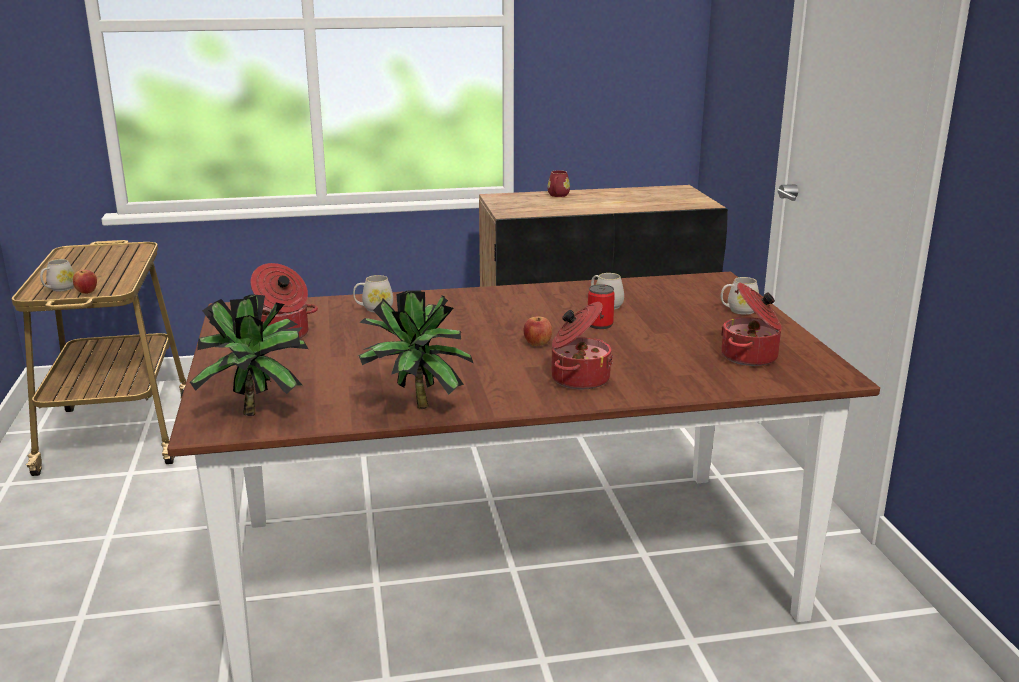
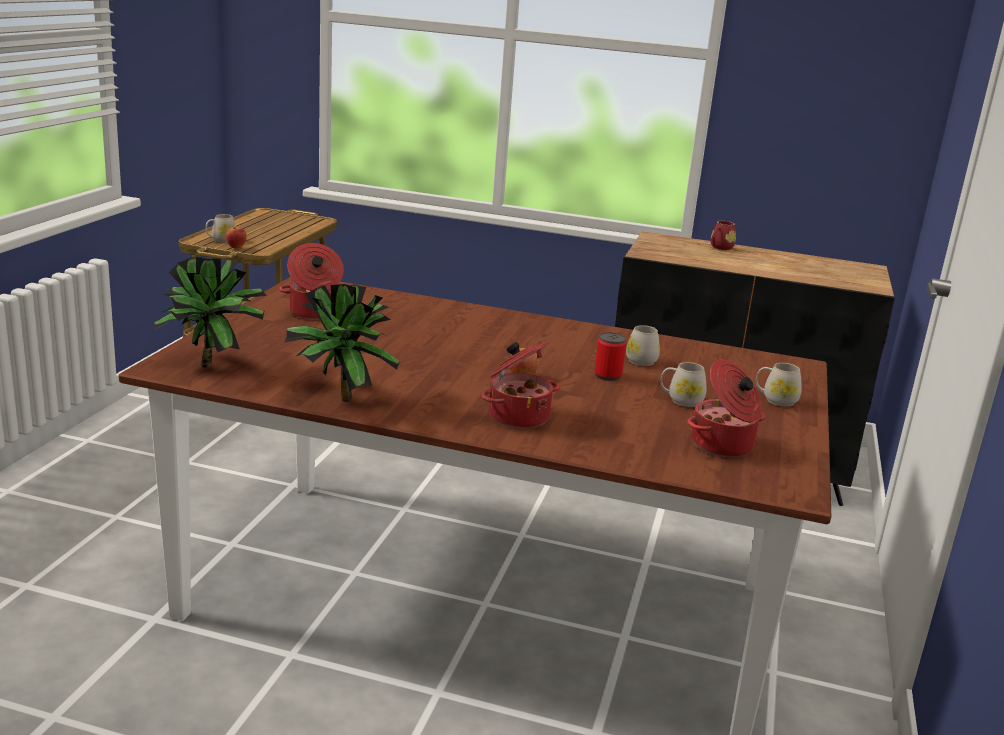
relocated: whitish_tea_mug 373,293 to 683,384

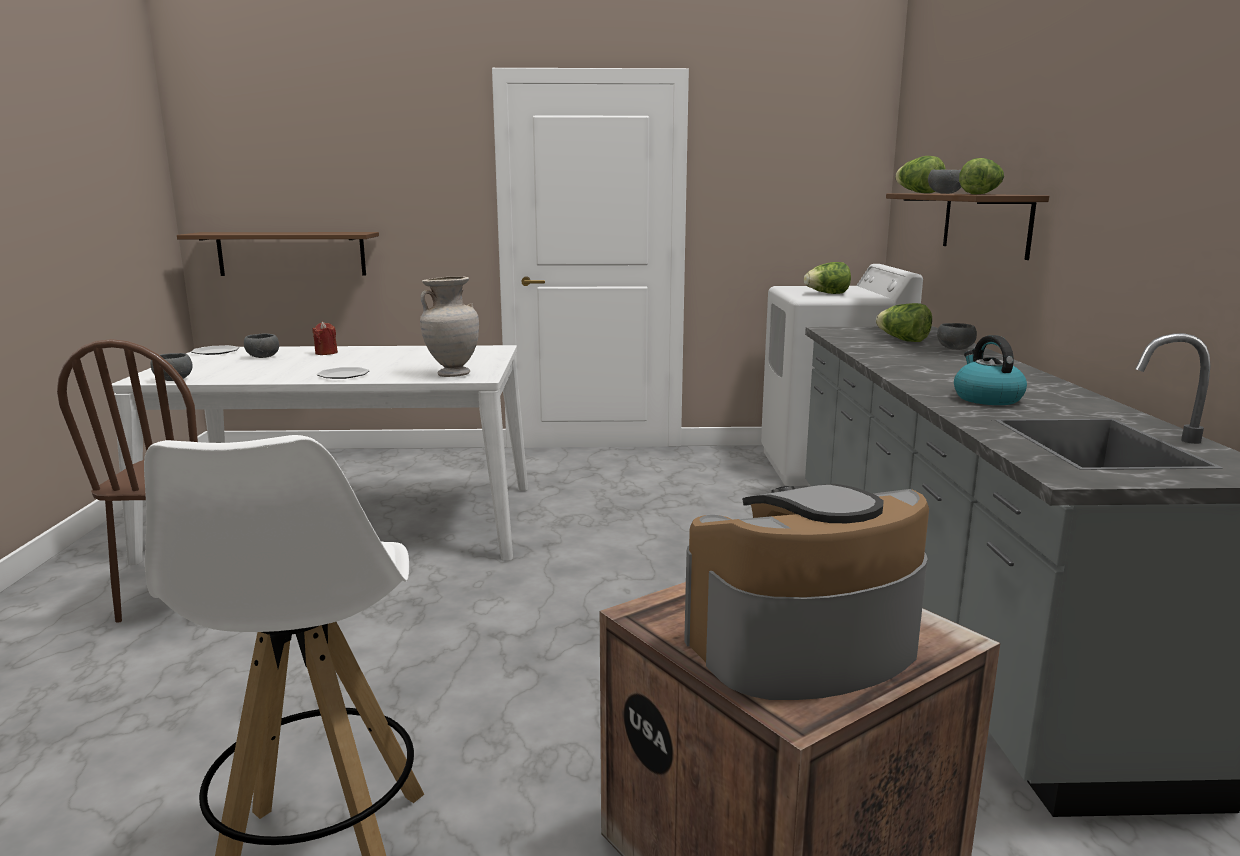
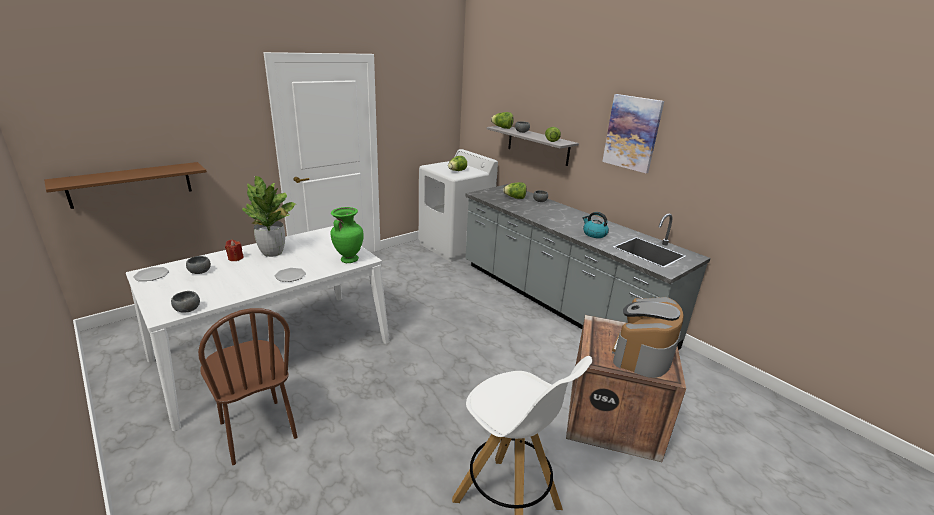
appeared: plant_in_a_pot 268,216; picture 633,133
colour: sand-coloured_decorative_vase 449,326 to green-coloured_decorative_vase 347,235; brown_shelf 967,227 to greyish_shelf 533,146

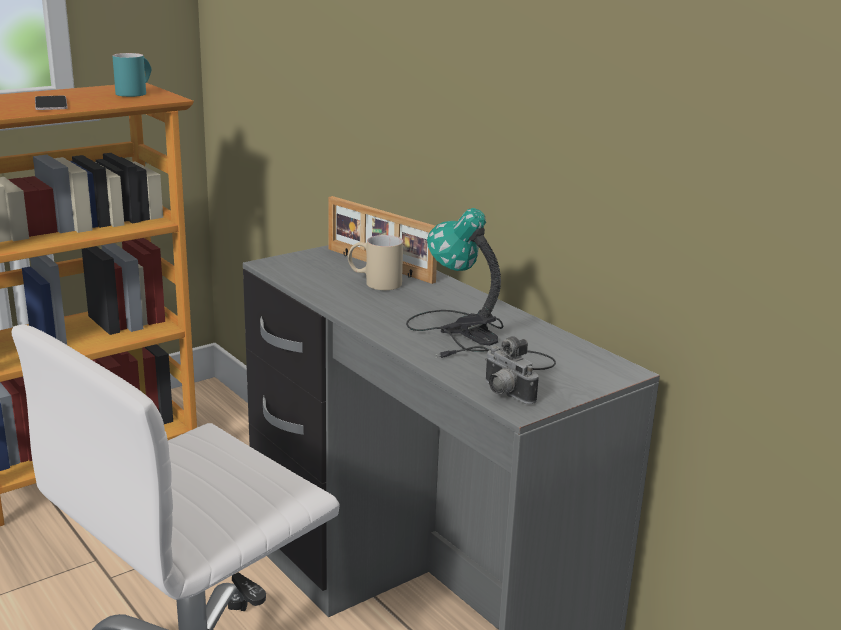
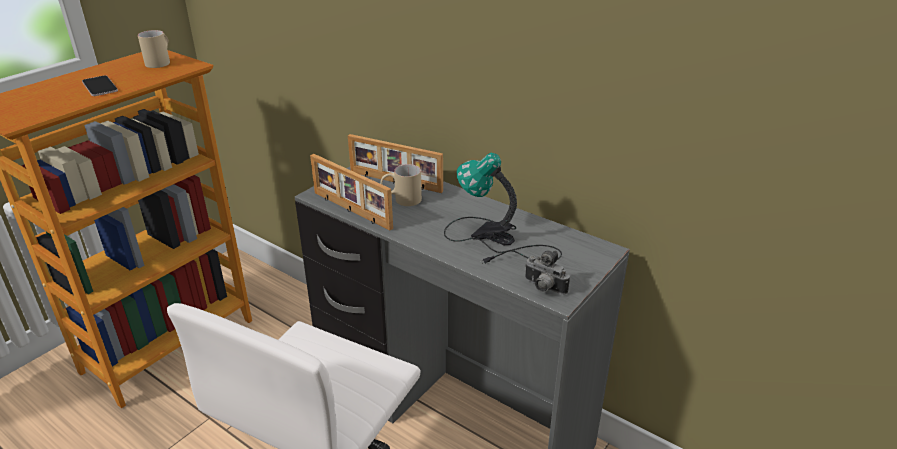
appeared: picture_frame 351,192
colour: turquoise_tea_mug 132,75 to sand-coloured_tea_mug 154,49

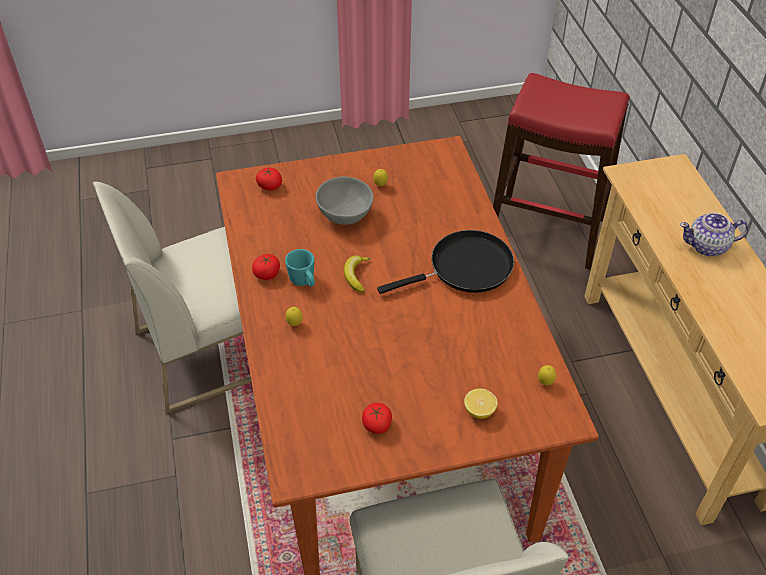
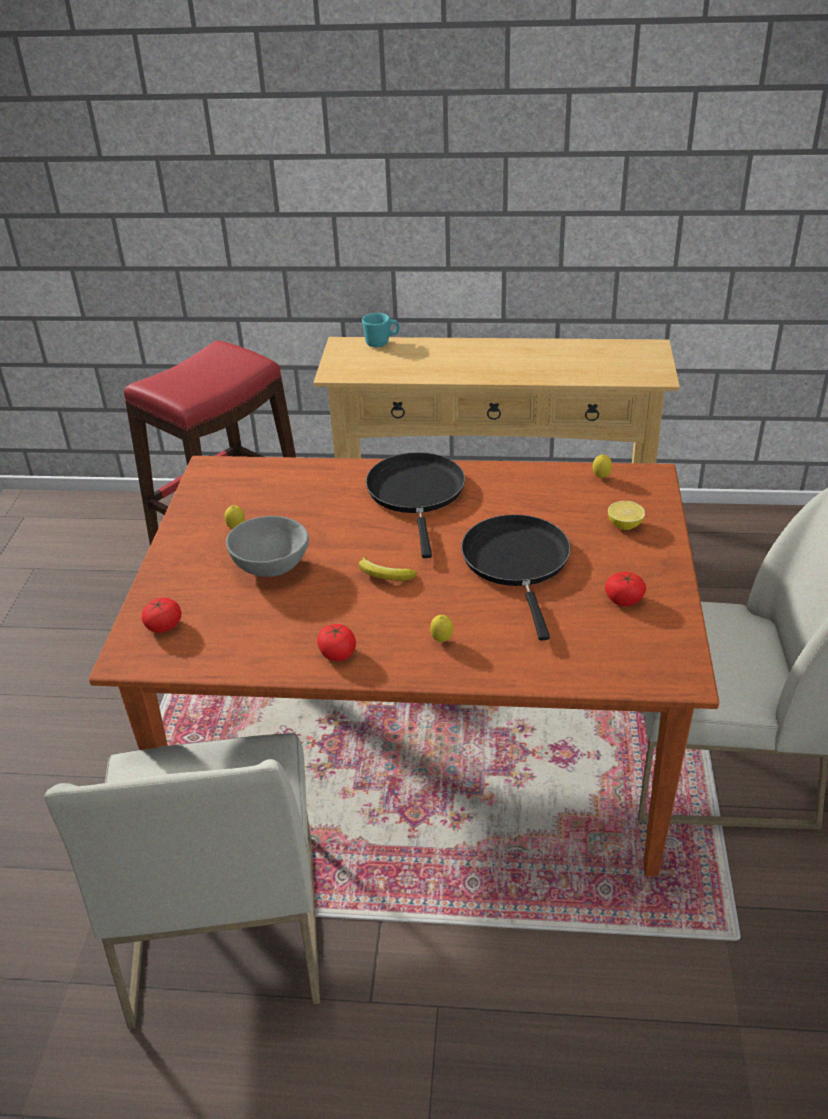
missing: teapot 714,234
appeared: black_frying_pan 515,577
relocated: turquoise_tea_mug 300,268 to 380,330

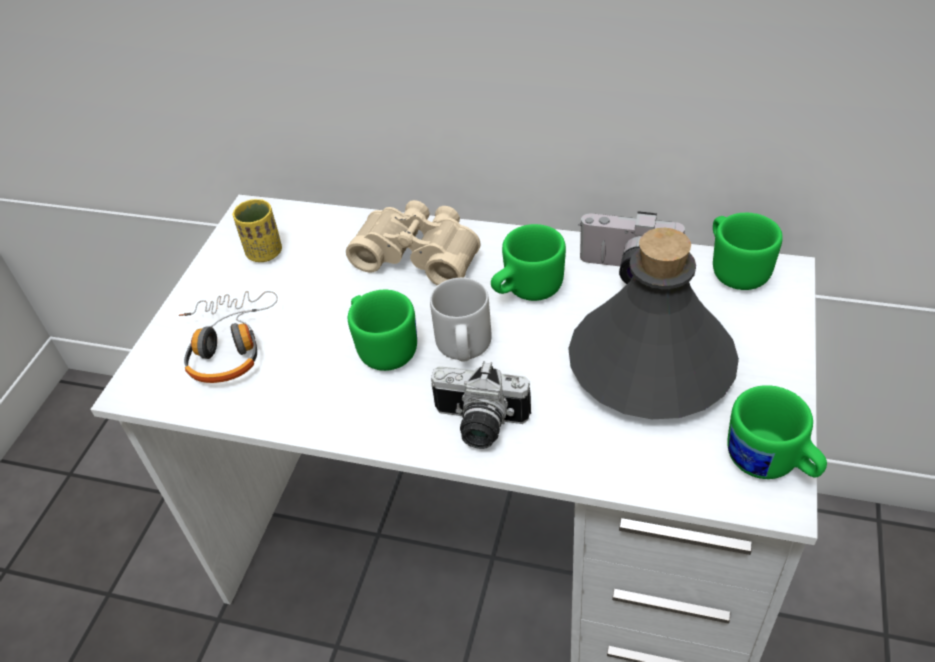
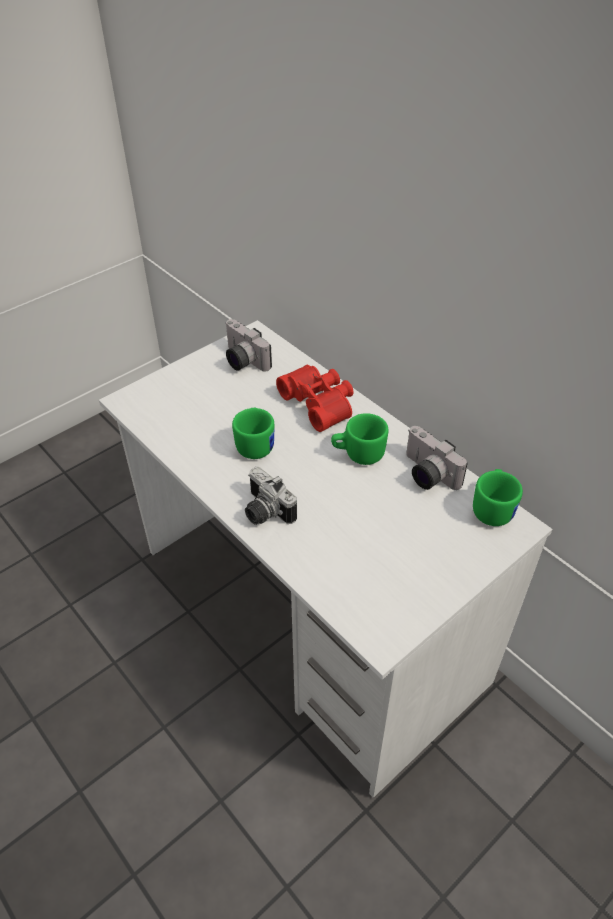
missing: pair_of_headphones 228,337; greyish_tea_mug 461,320; greyish_drink_bottle 653,323; green-coloured_tea_mug 777,432
exchanged: yellowish_drinking_cup 257,230 to photo_camera 249,345
colour: sand-coloured_binoculars 413,243 to reddish_binoculars 315,398

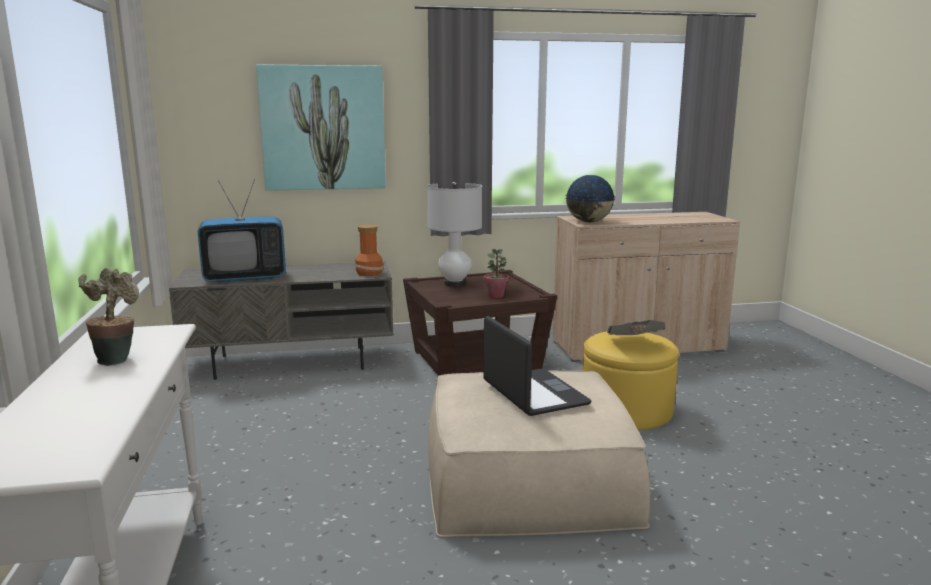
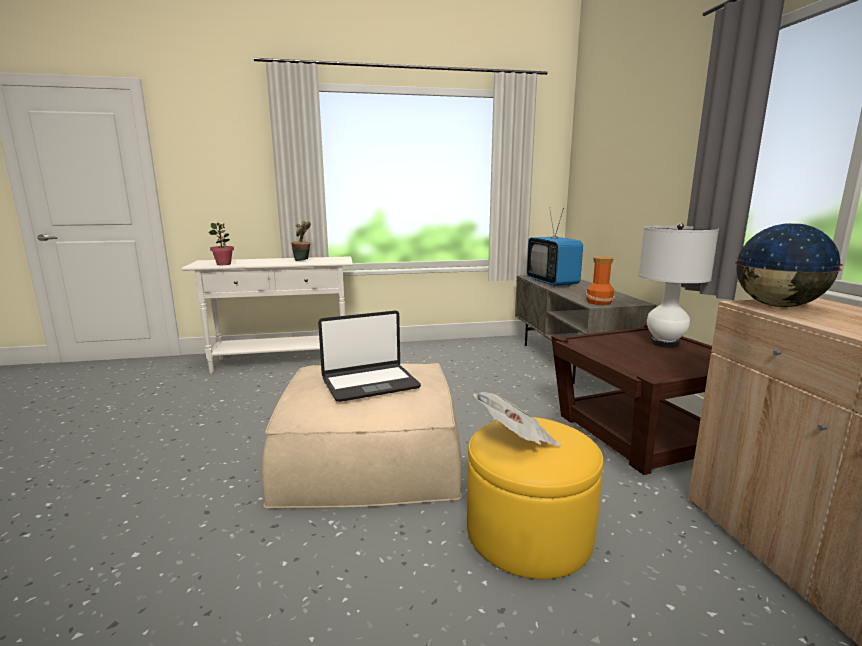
missing: picture 321,127
relocated: plant_in_a_pot 496,273 to 221,243

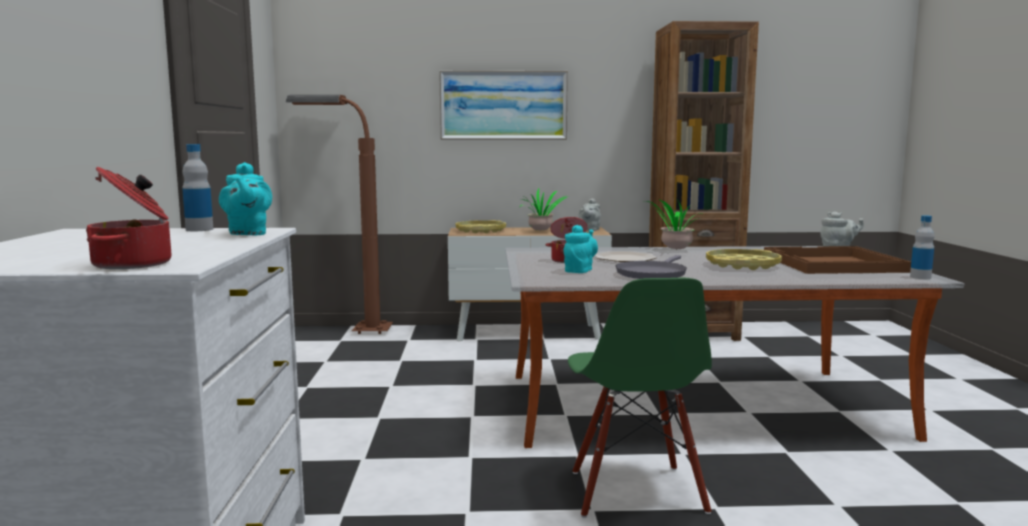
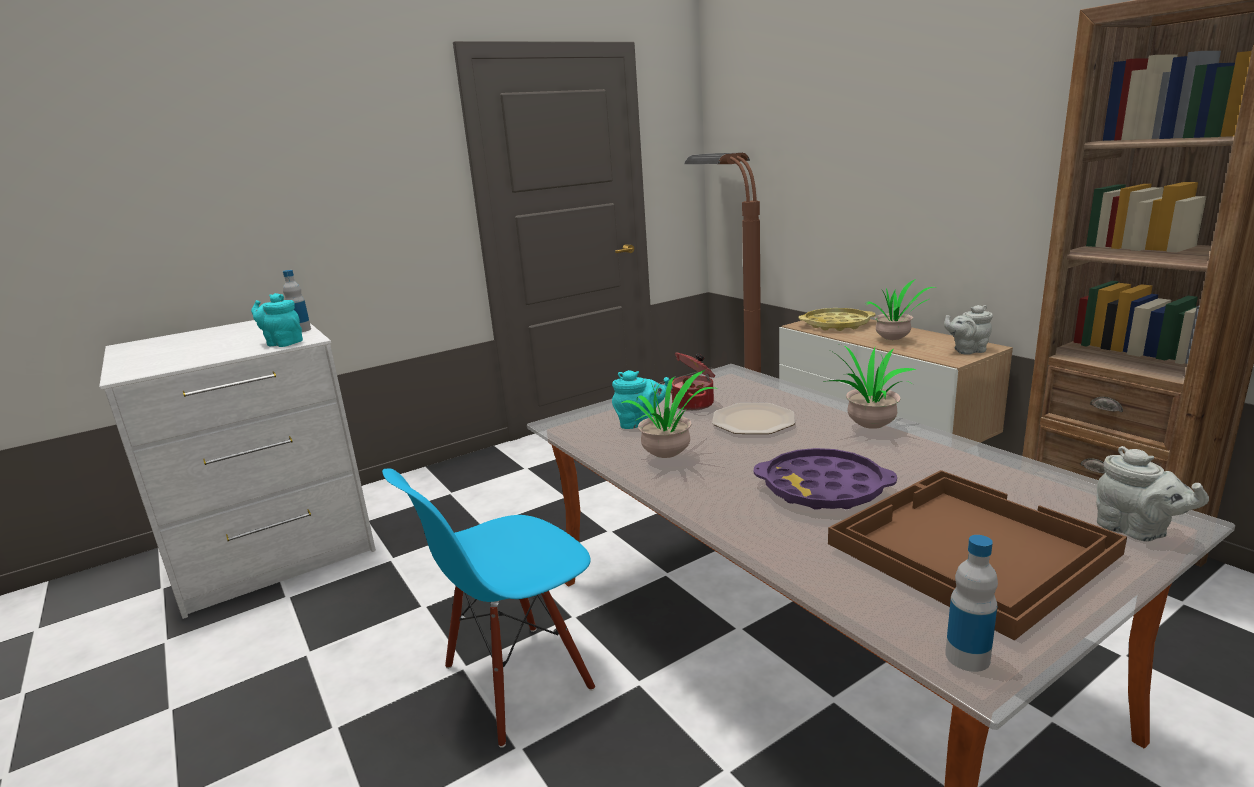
missing: saucepot 129,218; picture 503,105
exchanged: greyish_frying_pan 651,267 to plant_in_a_pot 670,414
colour: green-coloured_upright_chair 640,398 to bluish_upright_chair 488,608; yellowish_serving_tray 744,259 to purplish_serving_tray 825,479
spun: turquoise_teapot 245,198 = 277,320 75 degrees clockwise

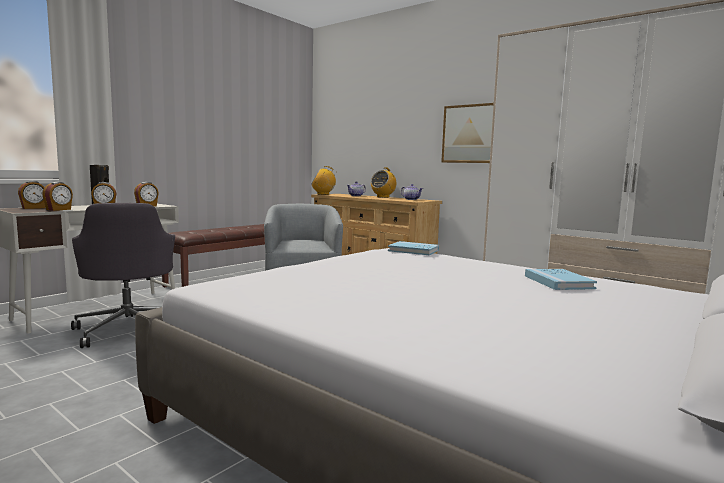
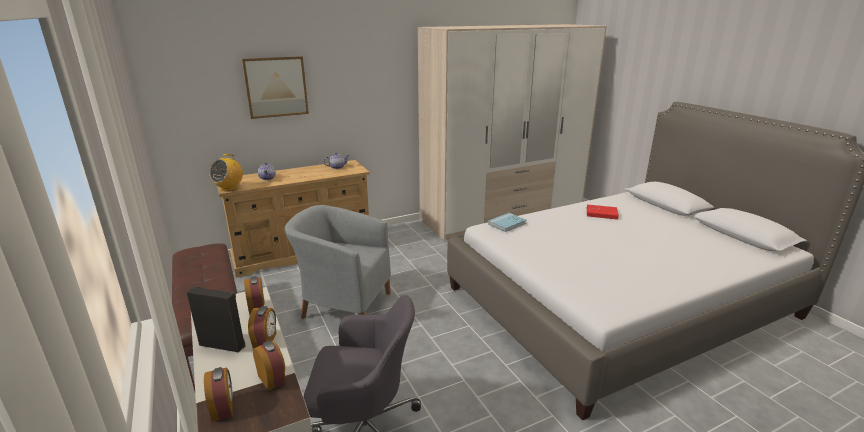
missing: radio_receiver 384,182
relocated: picture 467,133 to 275,87
colour: bluish_bound_book 561,279 to reddish_bound_book 603,212

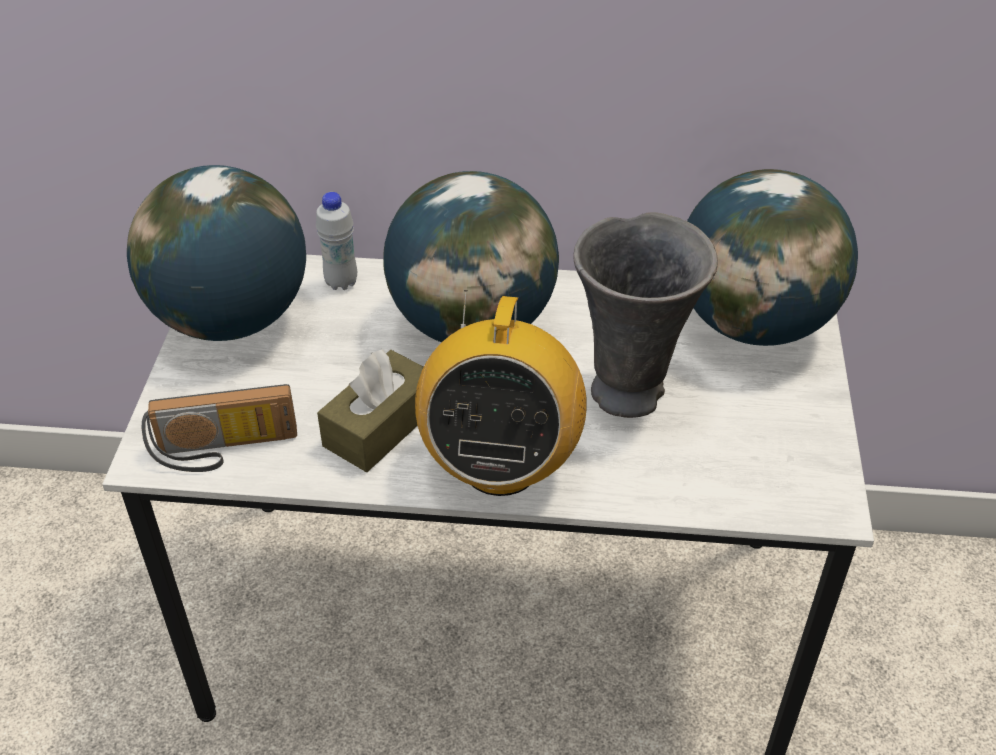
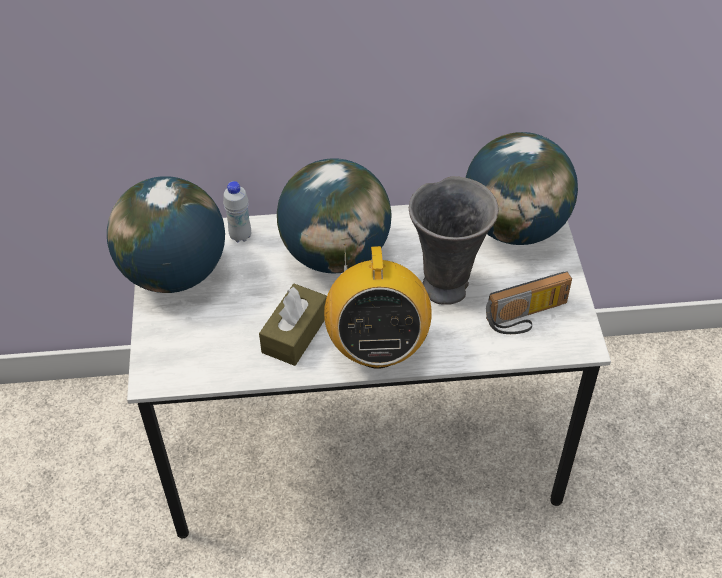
relocated: radio_receiver 219,428 to 529,303

